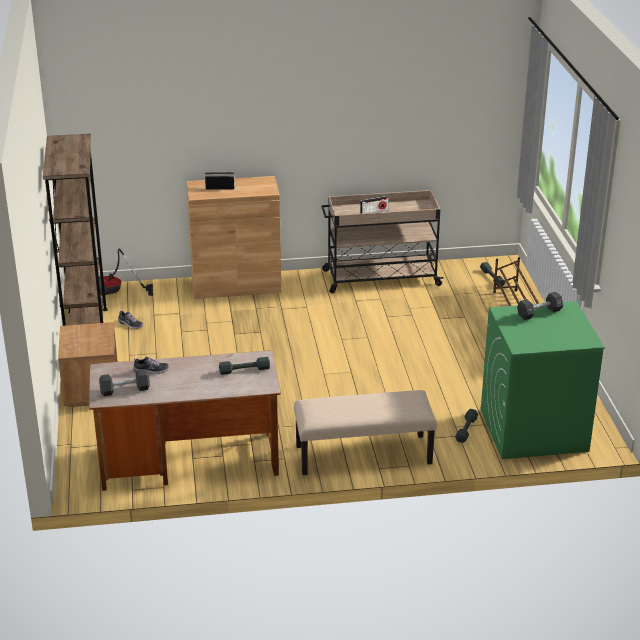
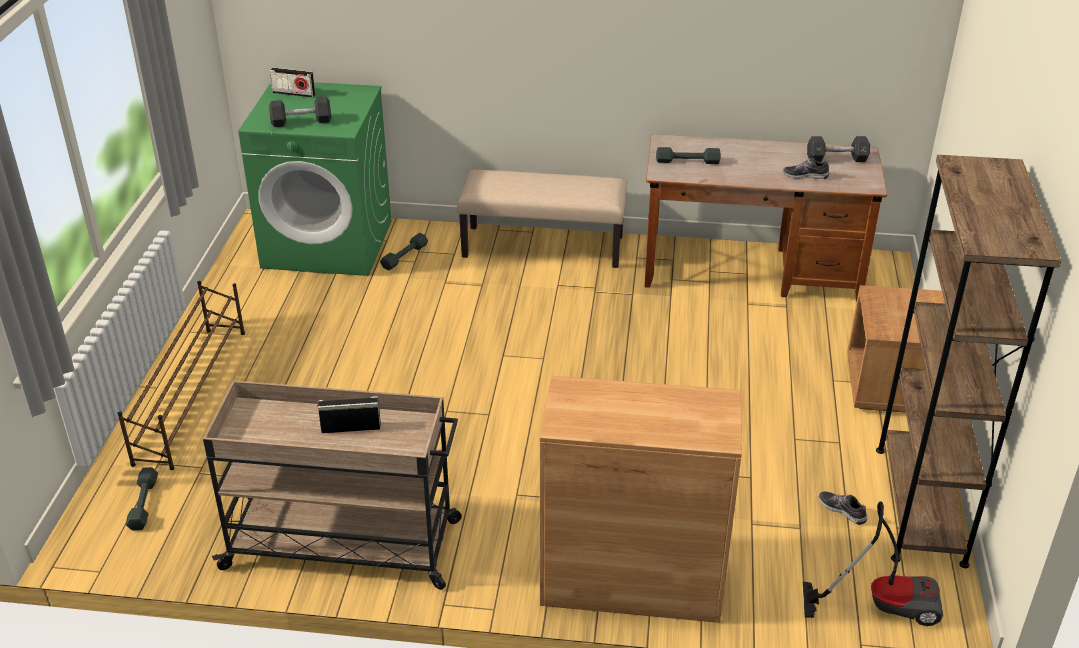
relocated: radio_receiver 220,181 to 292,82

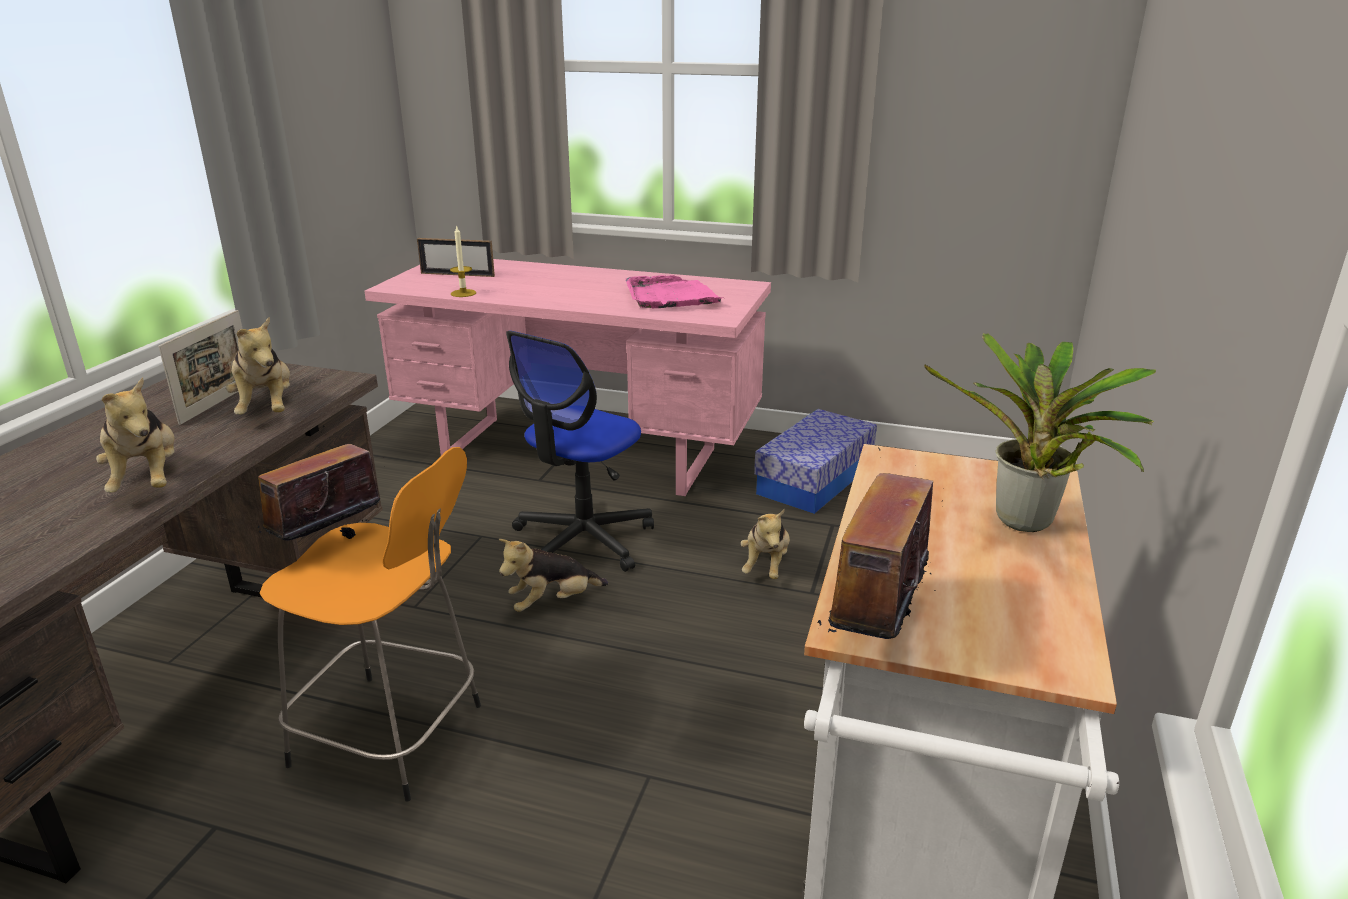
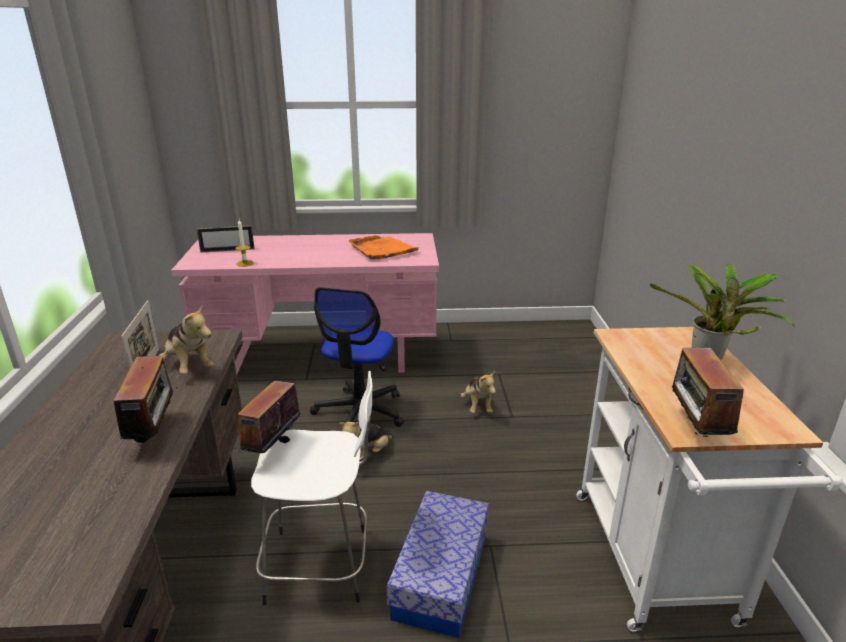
relocated: storage_box 815,461 to 438,564
exchanged: soft_toy 135,435 to radio_receiver 145,403
colour: orangey_stool_seat 370,624 to whitish_stool_seat 311,488; pink-coloured_serving_tray 674,291 to orangey_serving_tray 385,247

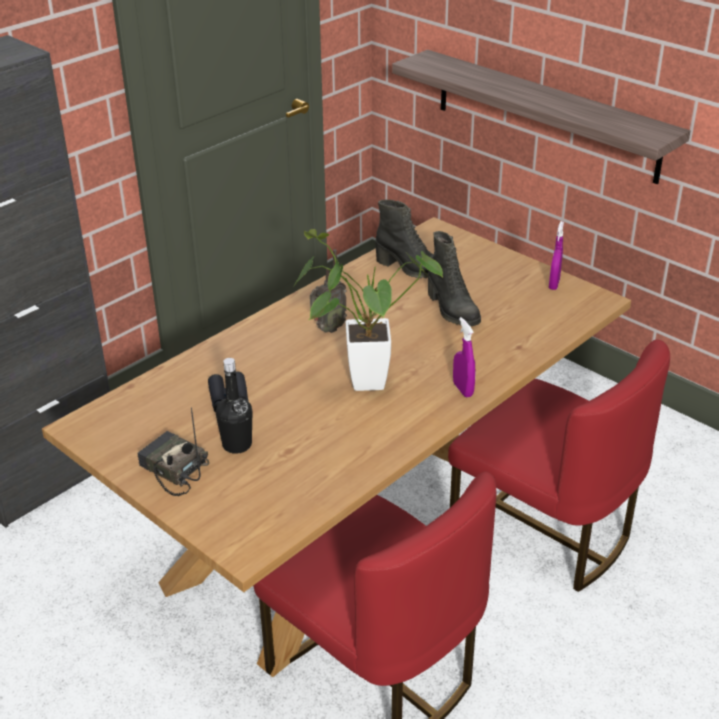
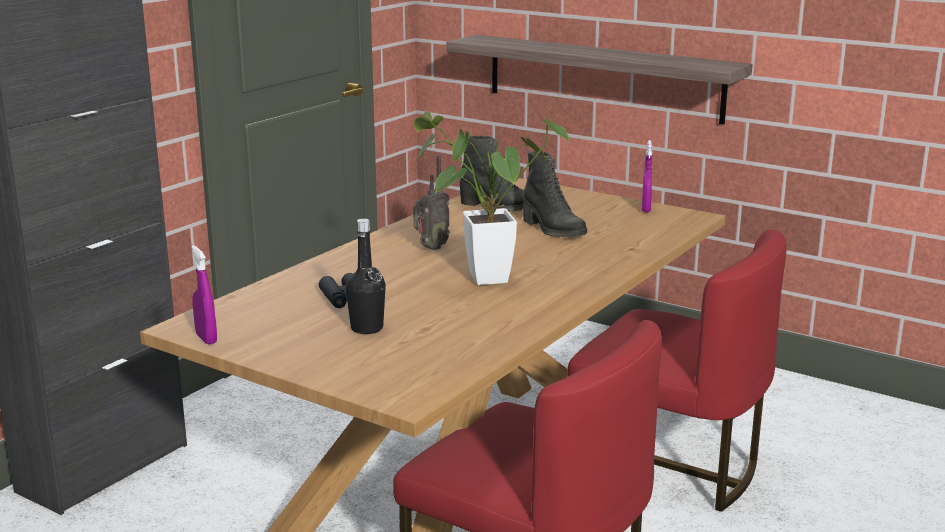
missing: radio_receiver 173,451
relocated: purplish_spray_bottle 464,357 to 204,295

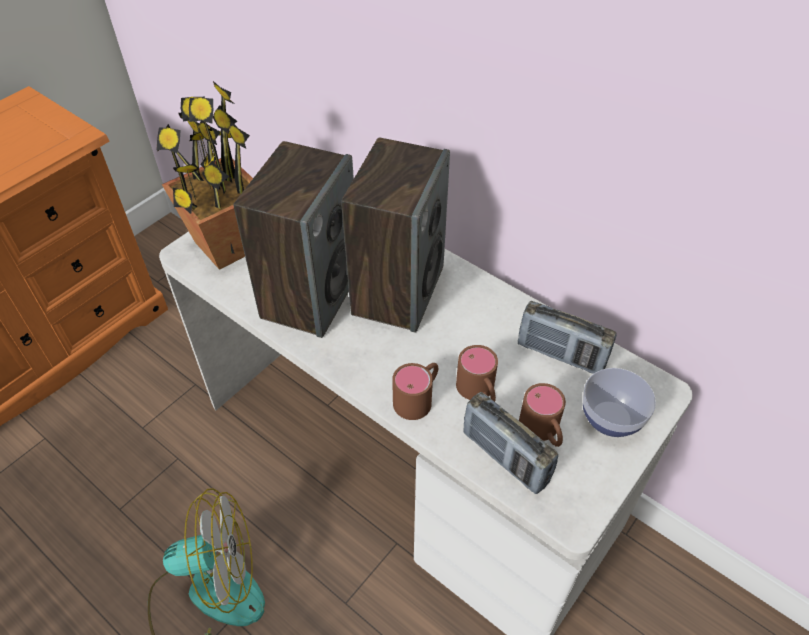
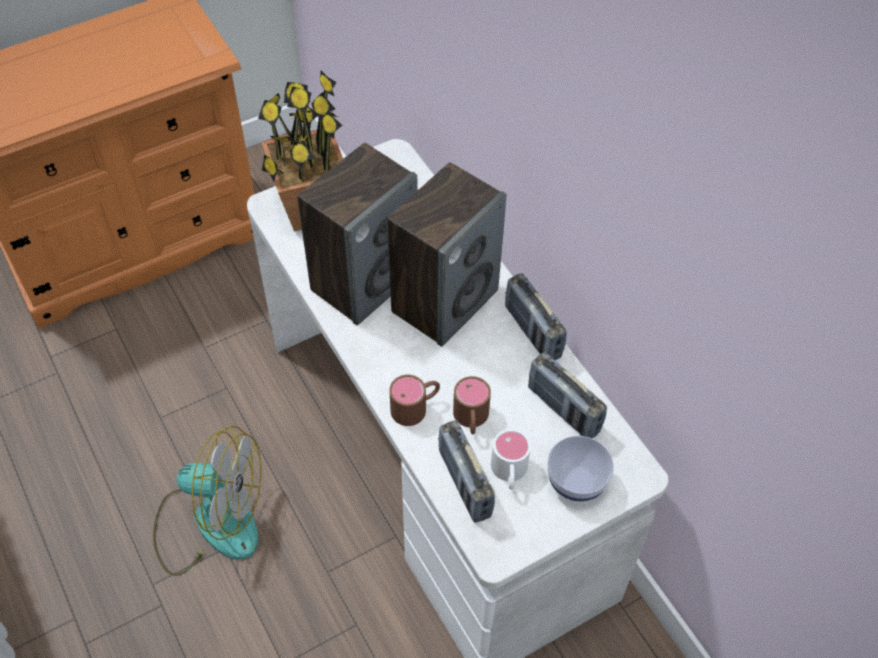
appeared: radio_receiver 536,316
colour: brown_tea_mug 542,415 to whitish_tea_mug 511,459

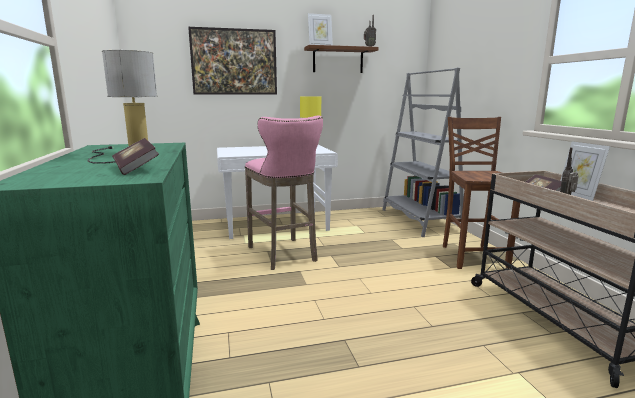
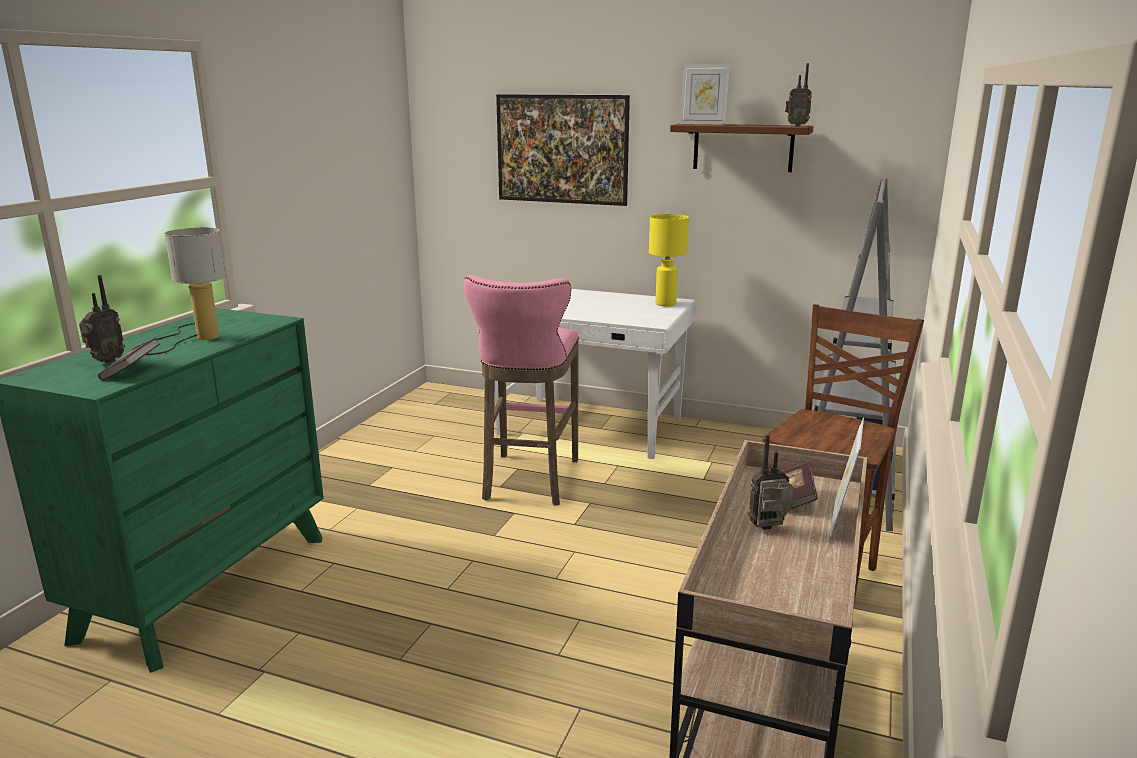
appeared: radio_receiver 102,319

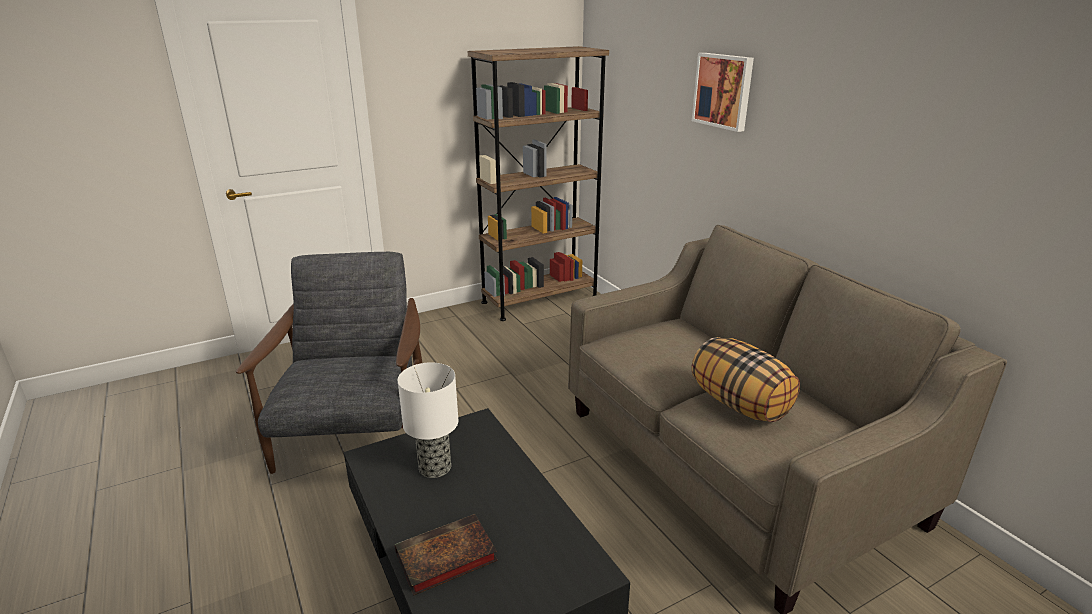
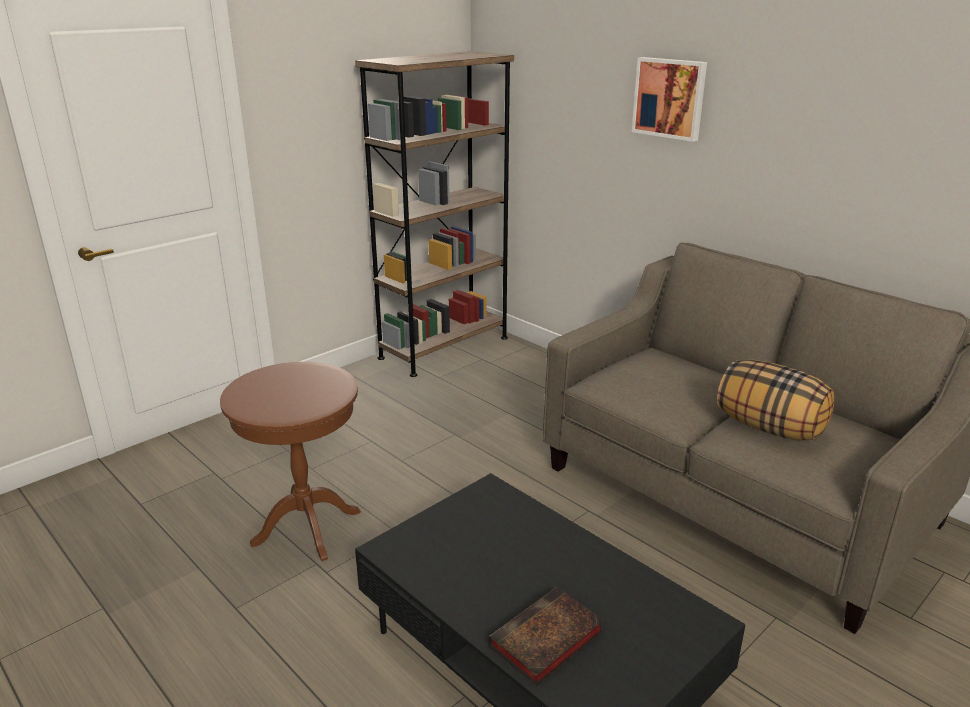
missing: lamp_for_a_table 428,420
exchanged: greyish_armchair 329,363 to brown_accent_table 290,461

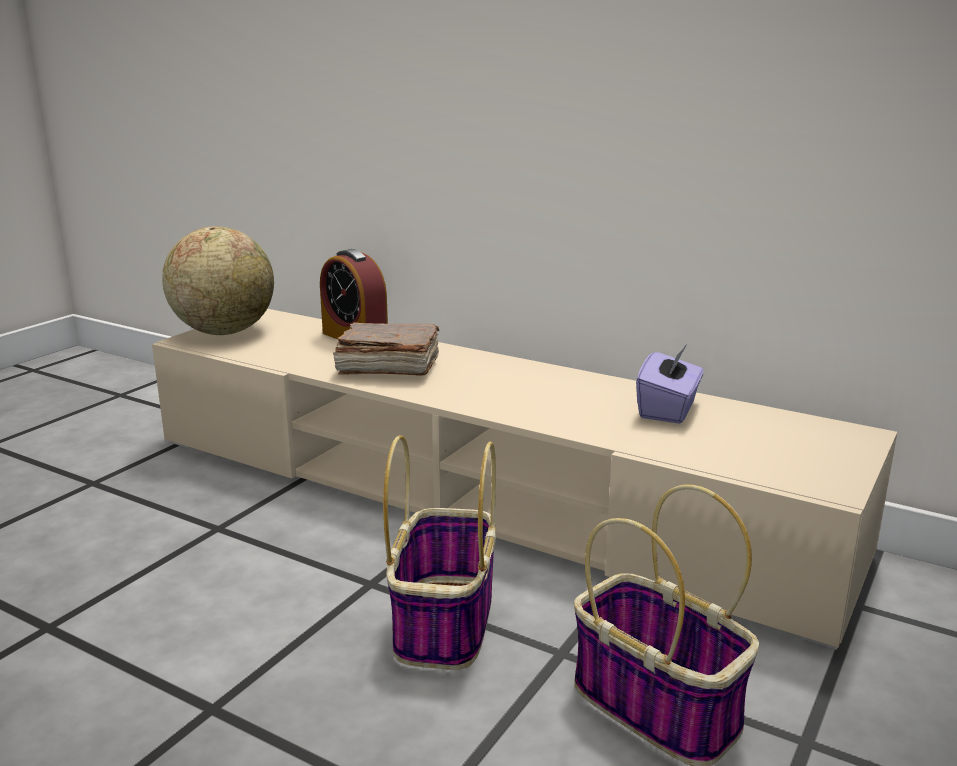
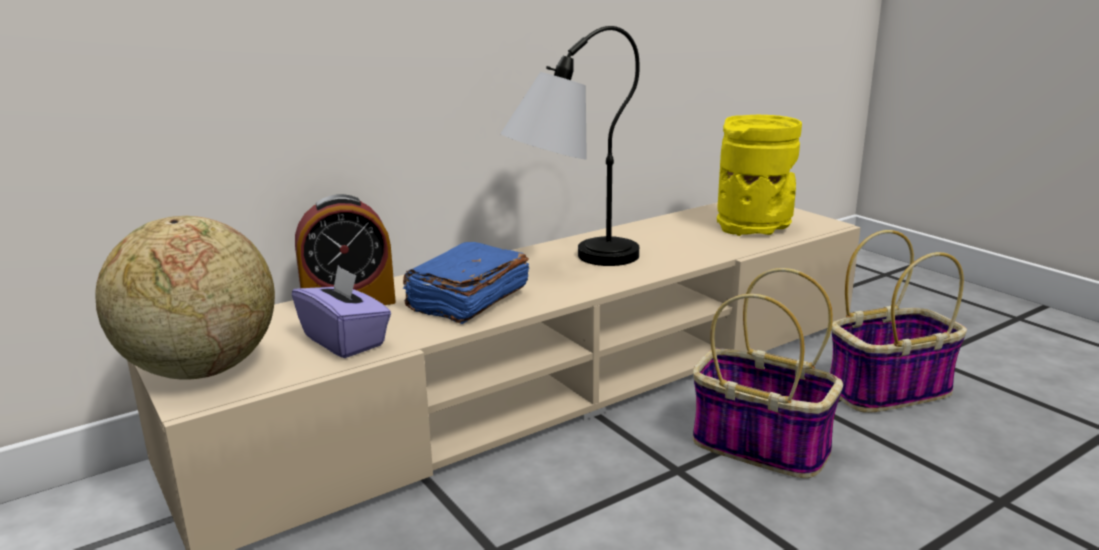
appeared: lamp_for_a_table 570,146; yellowish_decorative_vase 759,175
relocated: purplish_tissue_box 670,384 to 341,311
colour: brown_bound_book 386,349 to bluish_bound_book 466,283

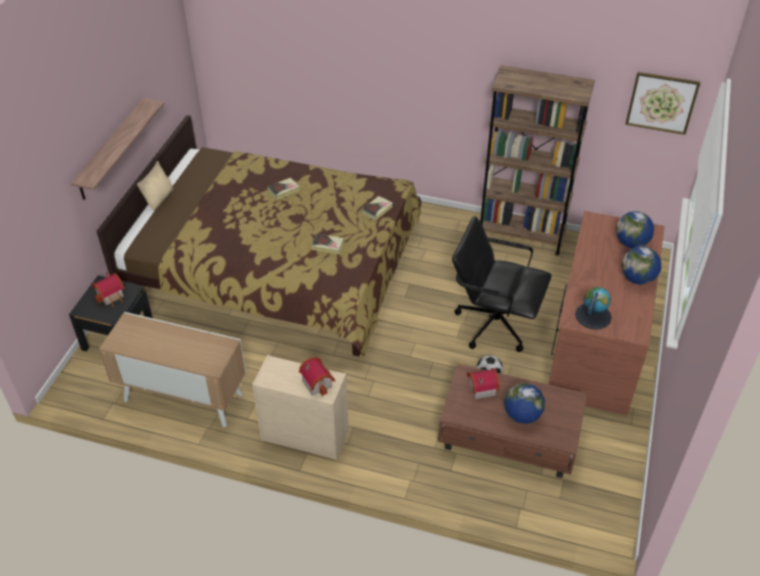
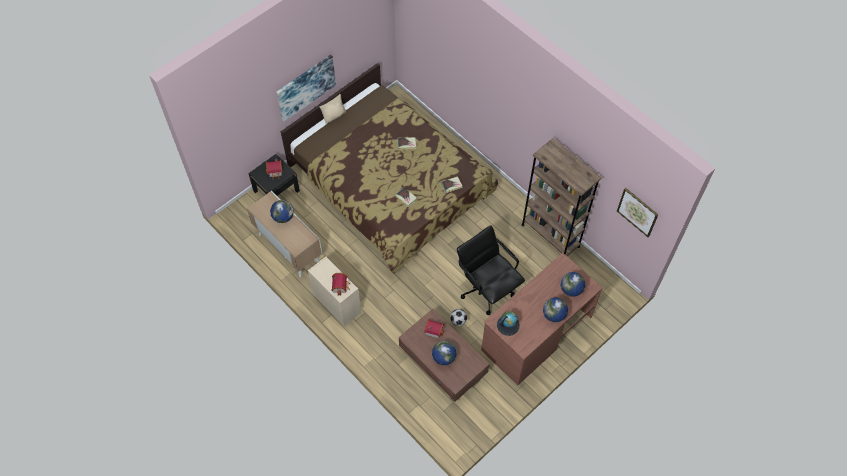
appeared: globe 282,211
exchanged: shelf 118,149 to picture 306,88

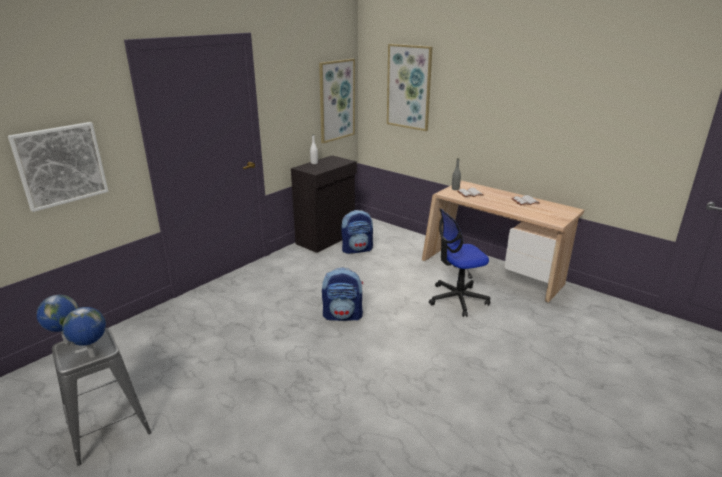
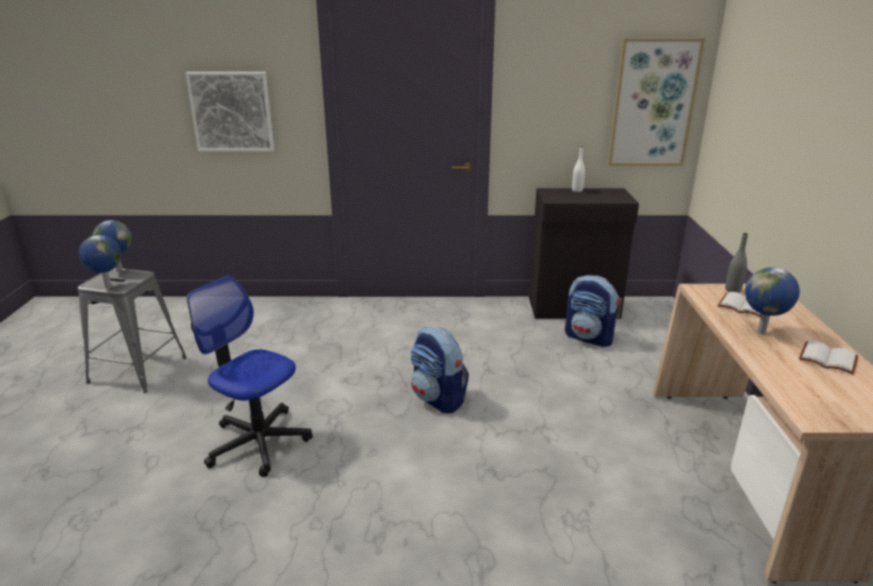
missing: picture 410,87
appeared: globe 772,300
relocated: computer_chair 459,262 to 250,376

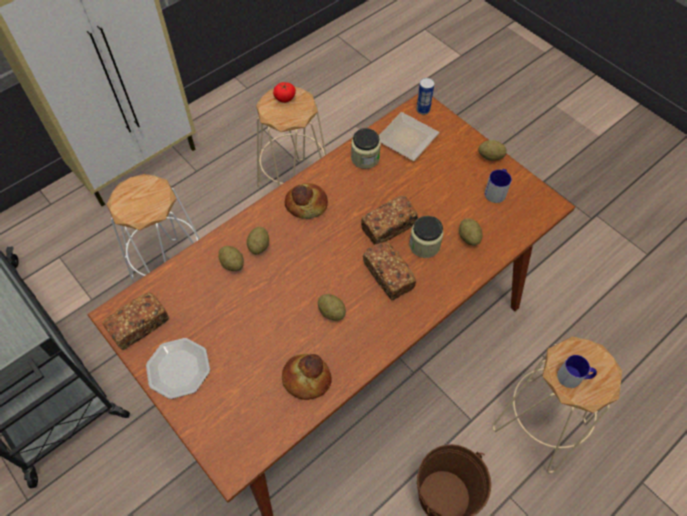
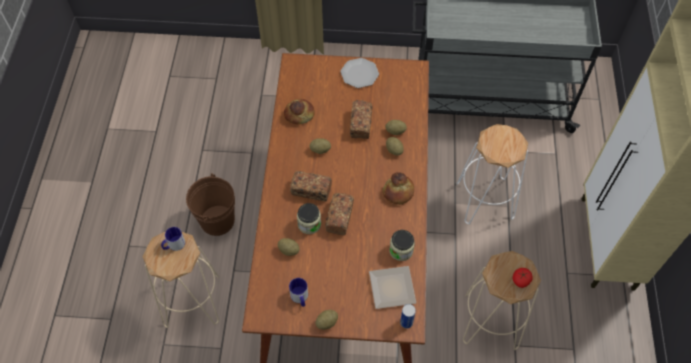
relocated: baked_bread 136,321 to 361,119

